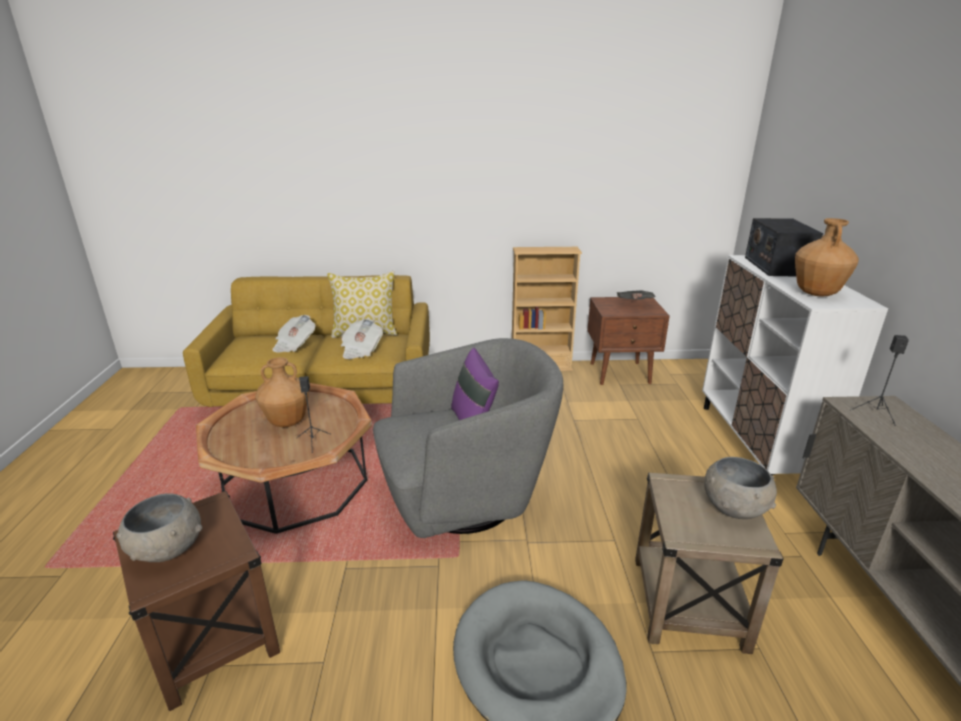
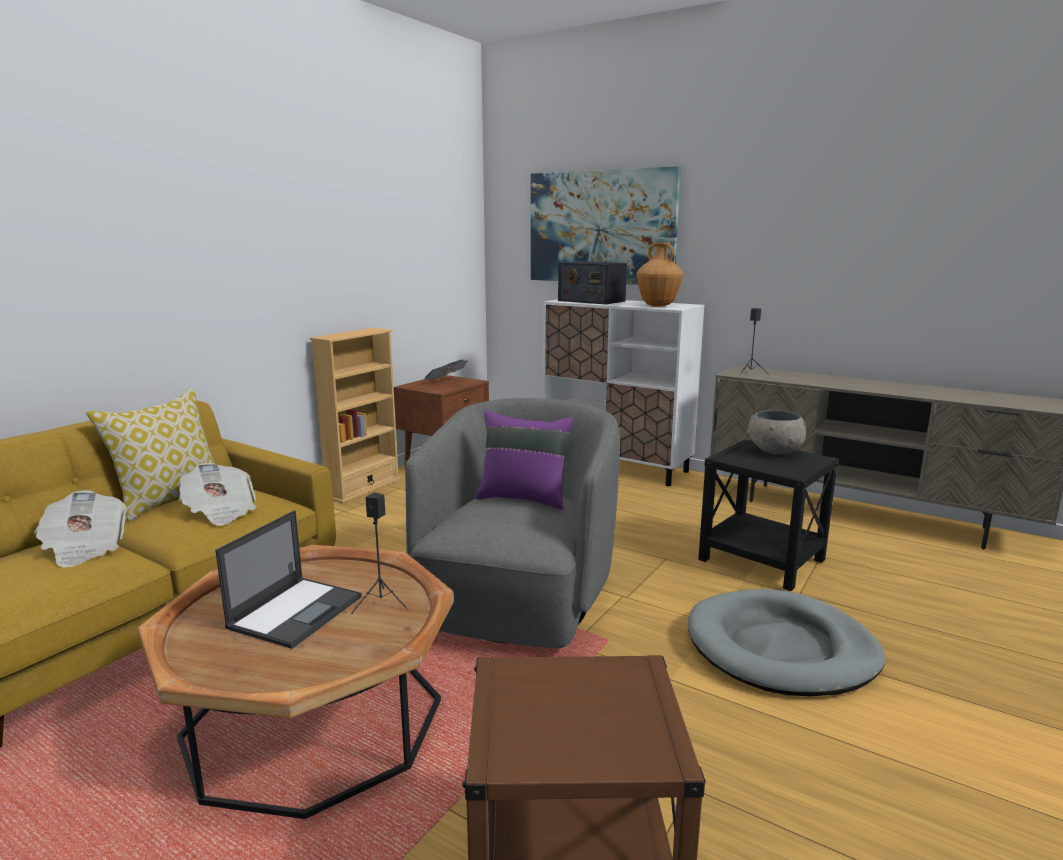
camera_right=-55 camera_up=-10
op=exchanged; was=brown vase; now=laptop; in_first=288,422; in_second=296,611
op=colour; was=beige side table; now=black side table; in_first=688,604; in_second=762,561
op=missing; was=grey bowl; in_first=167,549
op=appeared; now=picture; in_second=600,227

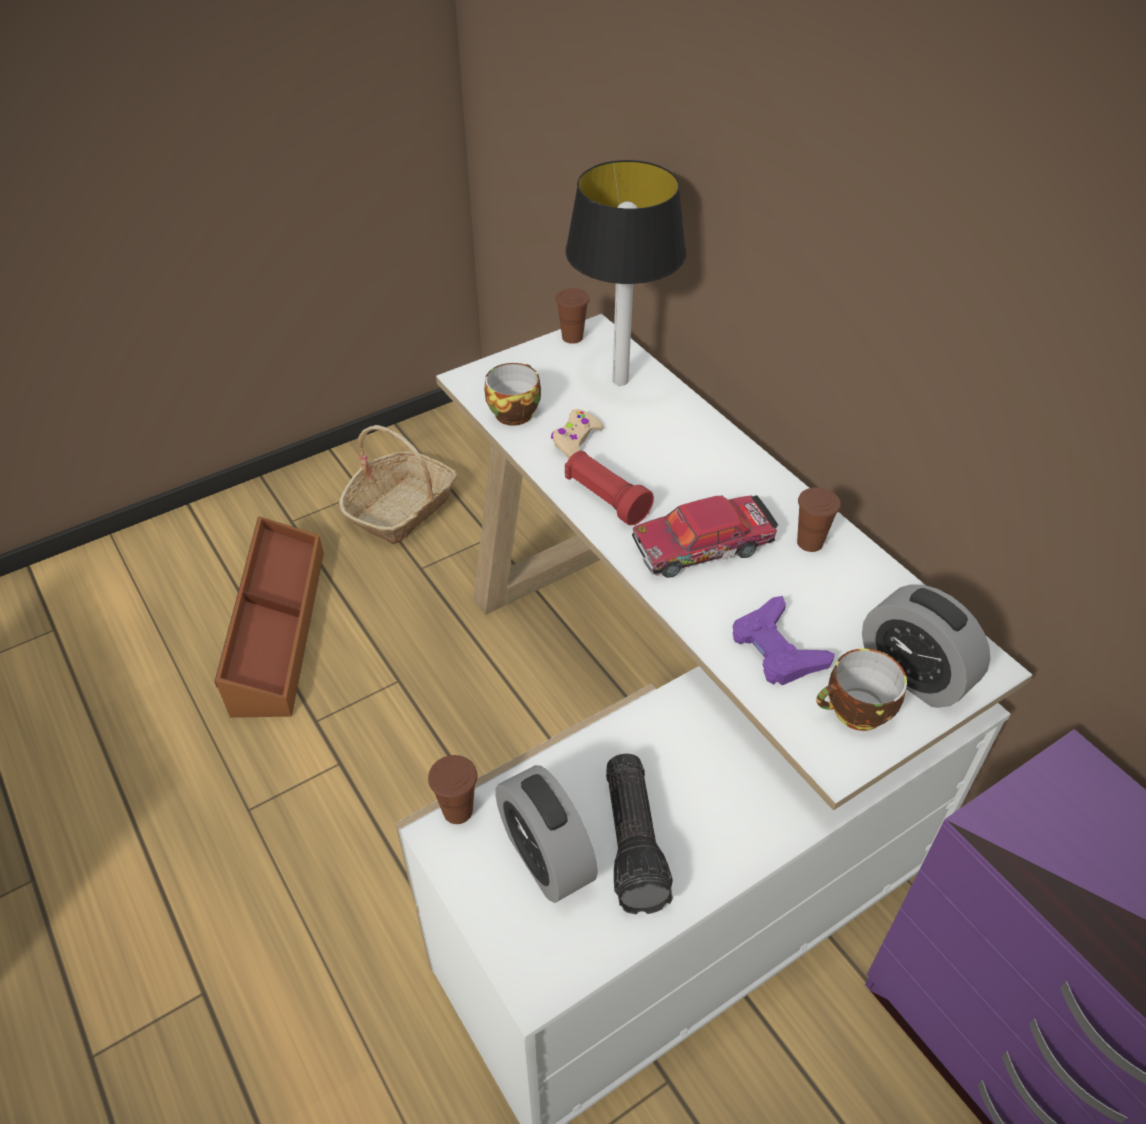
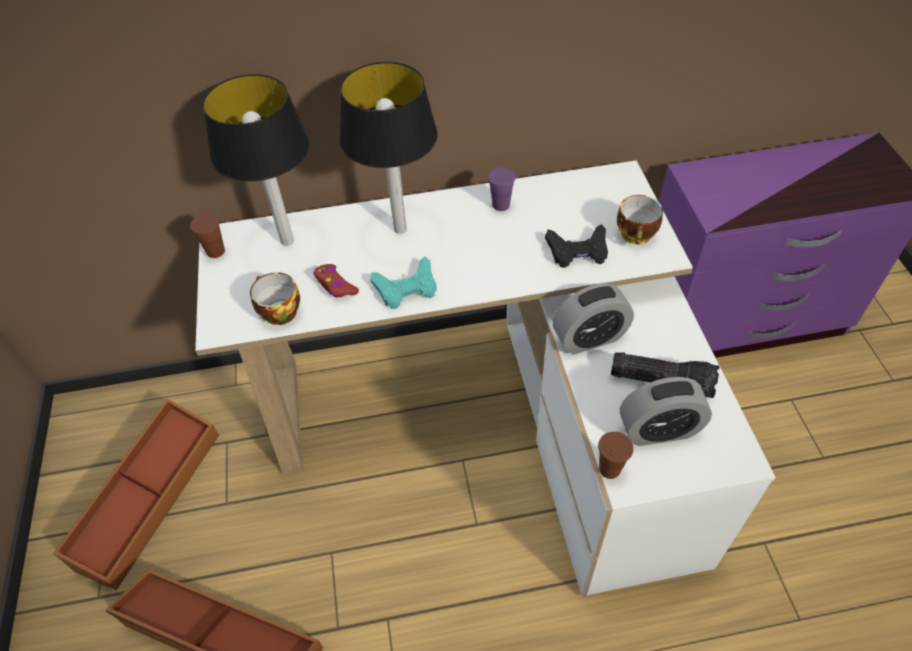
camera_right=-65 camera_up=5
op=colour; was=beige game controller; now=red game controller; in_first=576,440; in_second=335,285
op=exchanged; was=basket; now=brown storage box; in_first=402,508; in_second=149,498
op=exchanged; was=red flashlight; now=turquoise game controller; in_first=606,499; in_second=406,288
op=colour; was=brown cup; now=purple cup; in_first=809,542; in_second=501,205
op=missing; was=toy car; in_first=703,546
op=relocated; was=alarm clock; in_first=913,674; in_second=589,338
op=colour; was=purple game controller; now=black game controller; in_first=777,649; in_second=578,251
op=appeared; now=table lamp; in_second=401,228

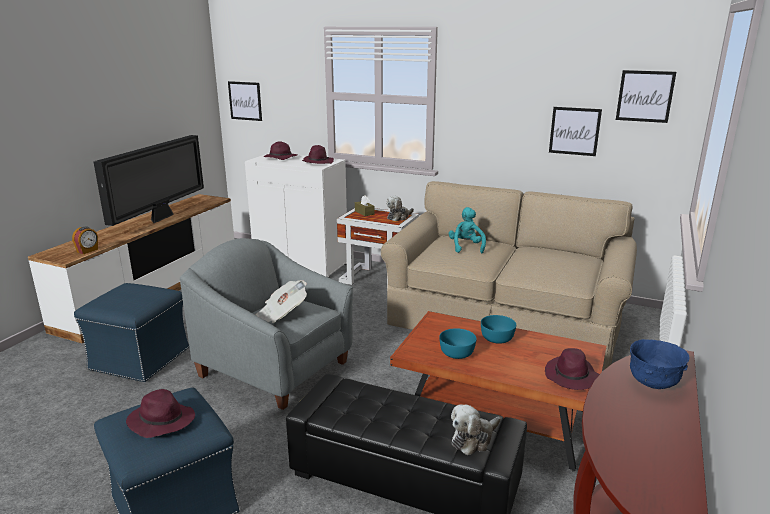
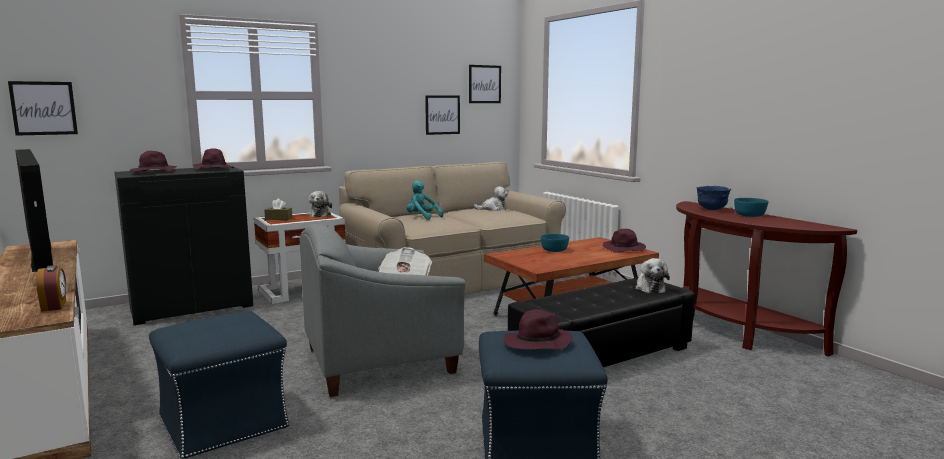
camera_right=-55 camera_up=-10
op=colour; was=white cabinet; now=black cabinet; in_first=302,264; in_second=192,307
op=relocated; was=turquoise bowl; in_first=457,352; in_second=749,215
op=appeared; now=plush toy; in_second=493,209

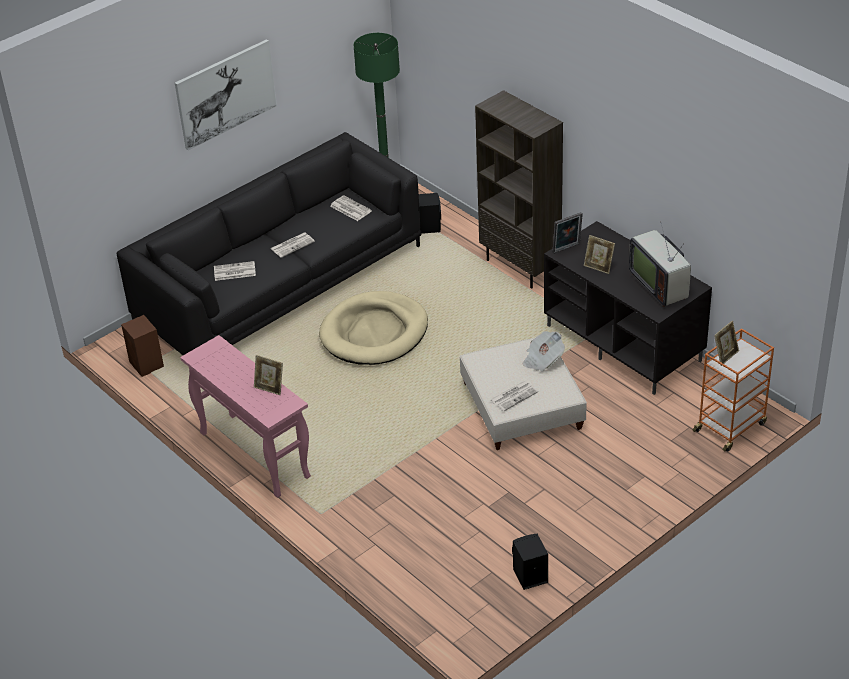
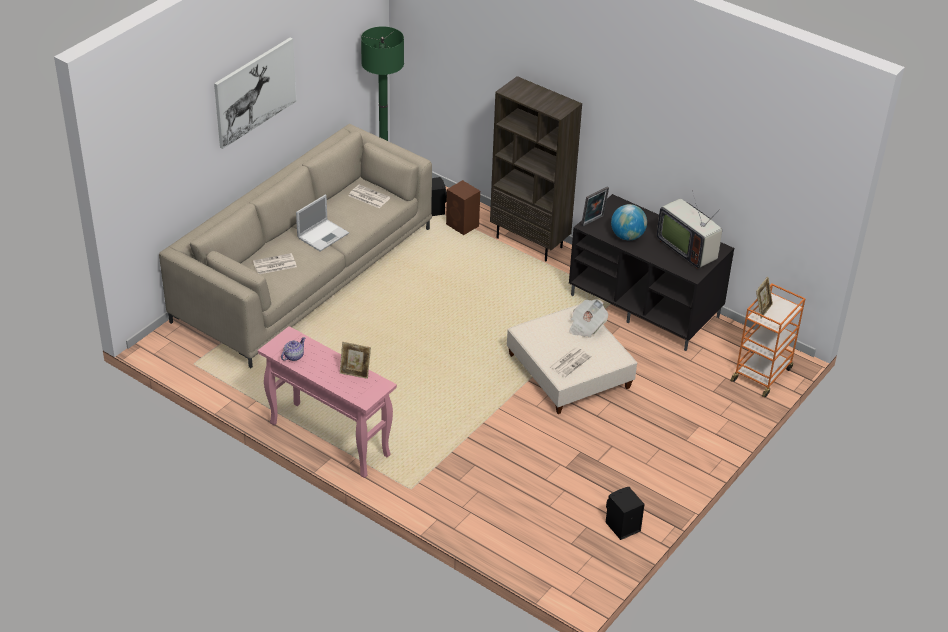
camera_right=-15 camera_up=0
op=colour; was=black sofa; now=beige sofa; in_first=280,284; in_second=305,274
op=exchanged; was=newspaper; now=laptop; in_first=292,245; in_second=323,235
op=exchanged; was=picture frame; now=globe; in_first=598,267; in_second=627,236
op=missing; was=beige dog bed; in_first=374,333
op=relocated; was=brown speaker; in_first=147,365; in_second=463,225
op=appeared; now=teapot; in_second=293,356

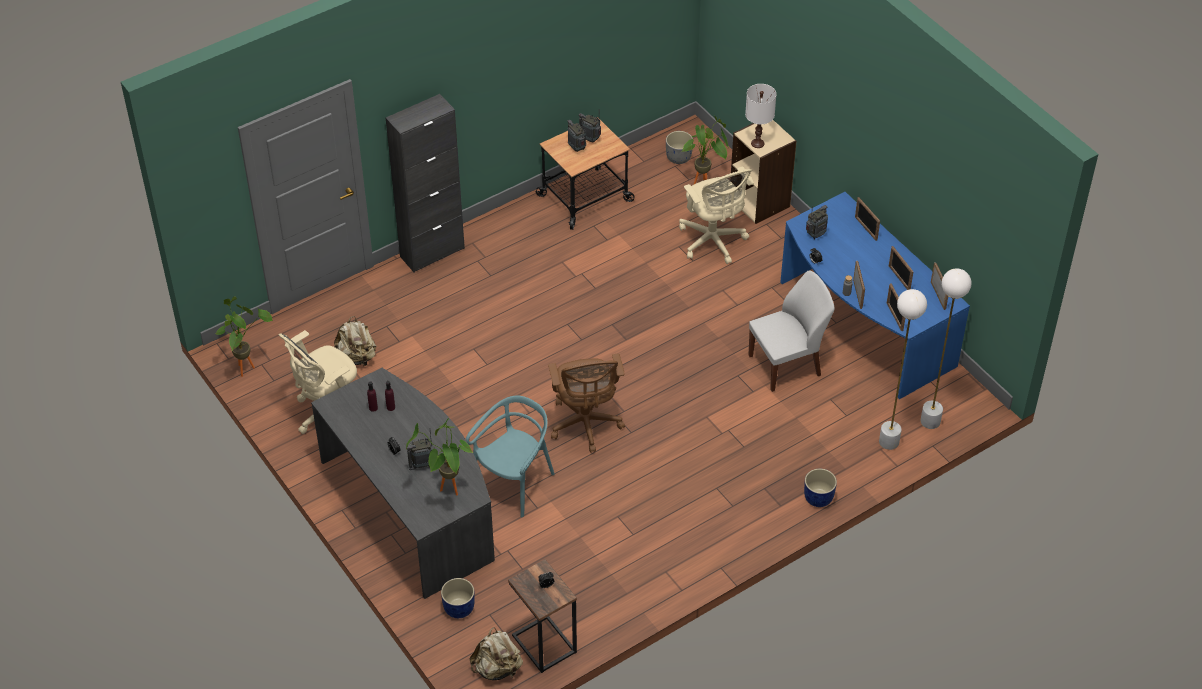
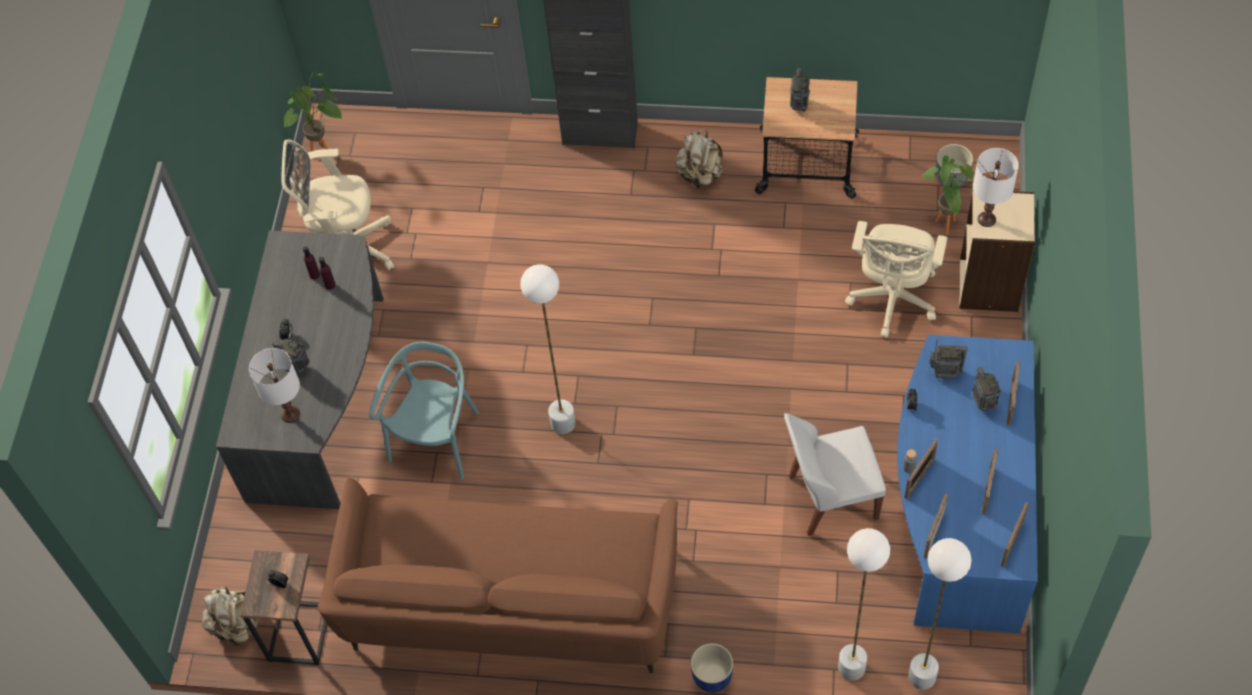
camera_right=45 camera_up=10
op=relocated; was=radio; in_first=590,139; in_second=983,403
op=spun; was=white chair; in_first=786,365; in_second=830,498; clockwise=150
op=relocated; was=beige backpack; in_first=357,357; in_second=700,175
op=exchanged; was=brown office chair; now=white floor lamp; in_first=586,425; in_second=562,423
op=spun; was=turquoise chair; in_first=514,483; in_second=437,439; clockwise=-60
op=exchanged; was=potted plant; now=white table lamp; in_first=447,492; in_second=290,414
op=missing; was=blue planter; in_first=458,608
op=appeared; now=brown sofa; in_second=510,604

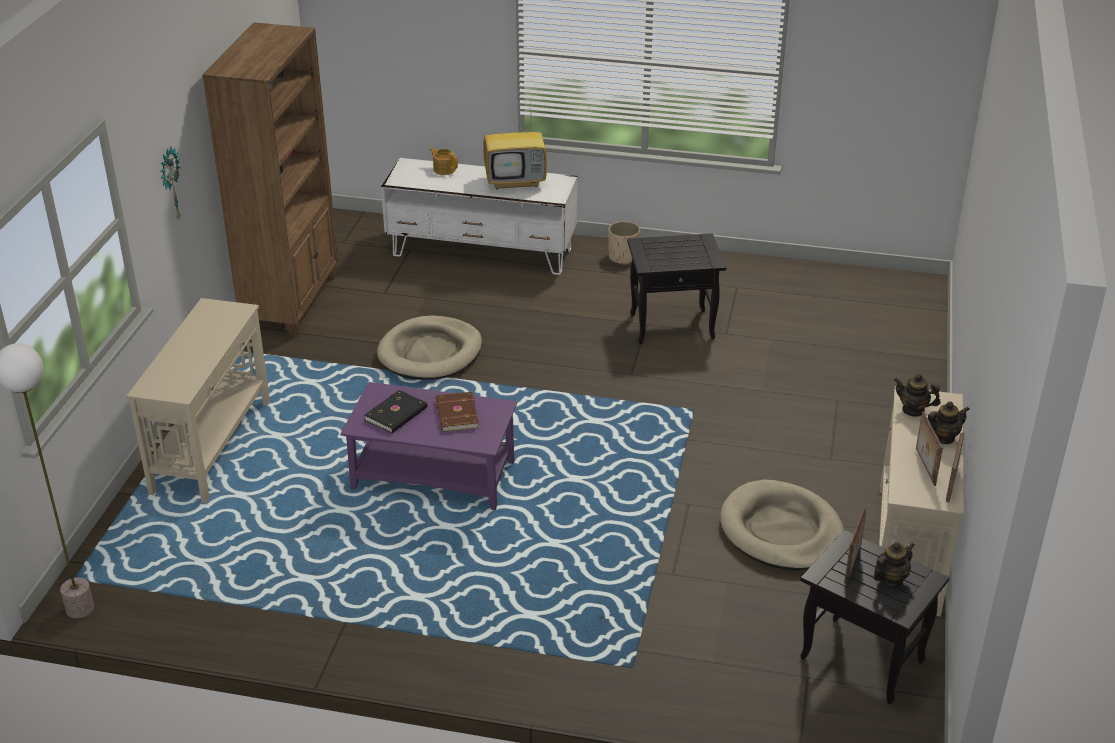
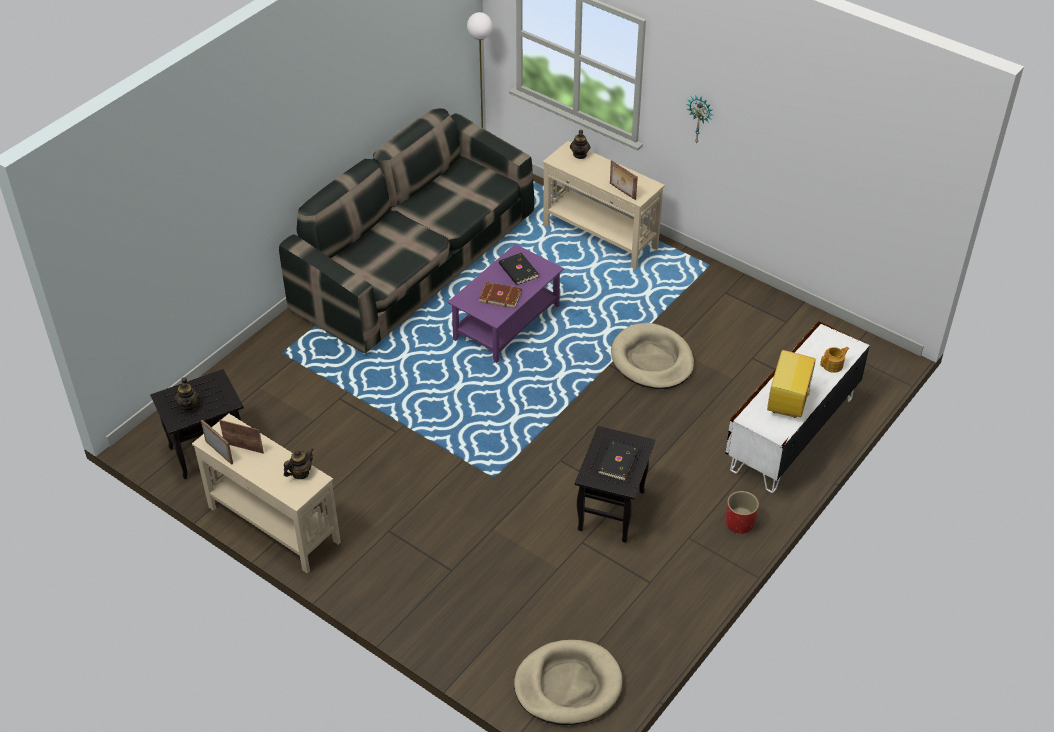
camera_right=115 camera_up=10
op=missing; was=brown bookcase; in_first=292,301
op=colour; was=beige planter; now=red planter; in_first=623,257; in_second=739,523
op=relocated; was=teapot; in_first=943,438; in_second=580,154
op=relocated; was=beige dog bed; in_first=781,531; in_second=568,685
op=relocated; was=picture frame; in_first=853,563; in_second=622,192
op=appeared; now=sofa; in_second=415,262
op=appeared; now=black book; in_second=616,462

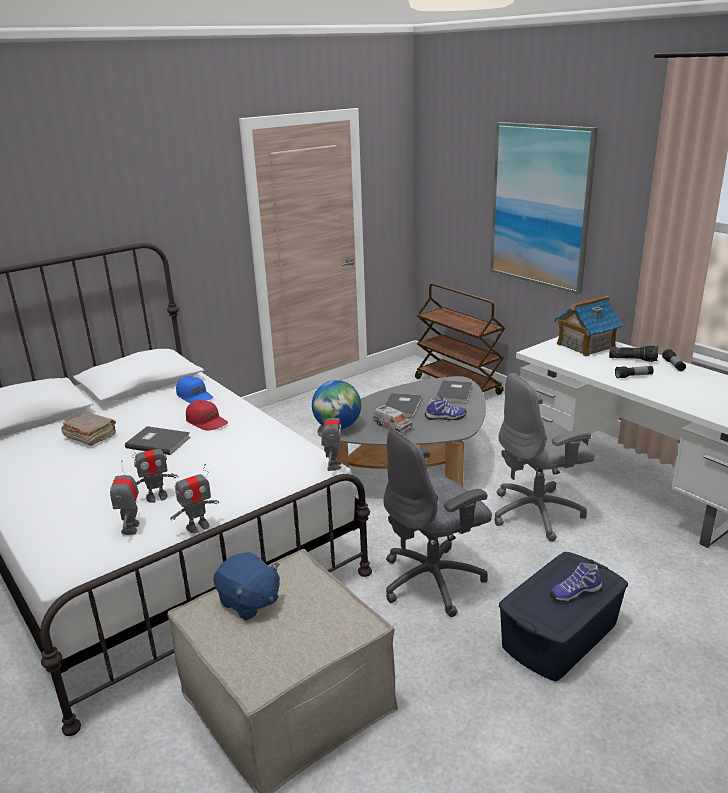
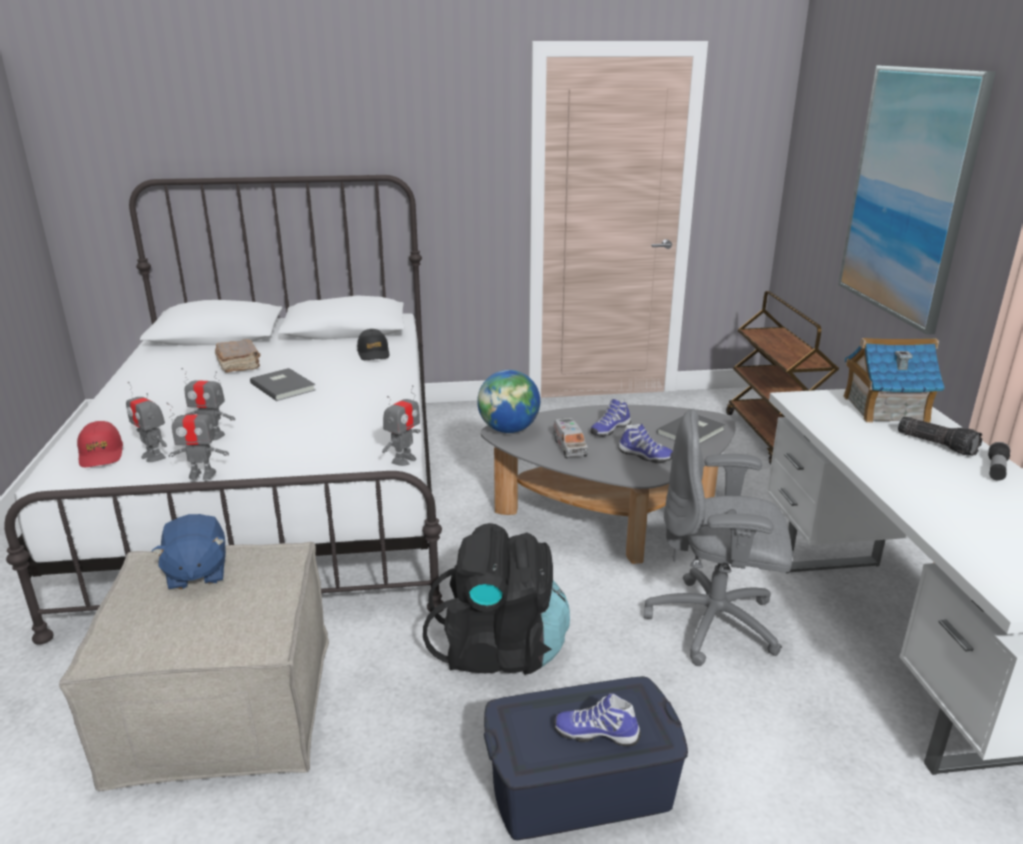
camera_right=30 camera_up=0
op=missing; was=flashlight; in_first=633,376
op=colour; was=blue cap; now=black cap; in_first=195,396; in_second=373,353
op=exchanged; was=grey book; now=shoe; in_first=403,406; in_second=609,429
op=relocated; was=red cap; in_first=207,421; in_second=101,454
op=exchanged; was=grey office chair; now=black backpack; in_first=434,581; in_second=500,650
op=spun; was=toy robot; in_first=131,528; in_second=154,456; clockwise=-75

